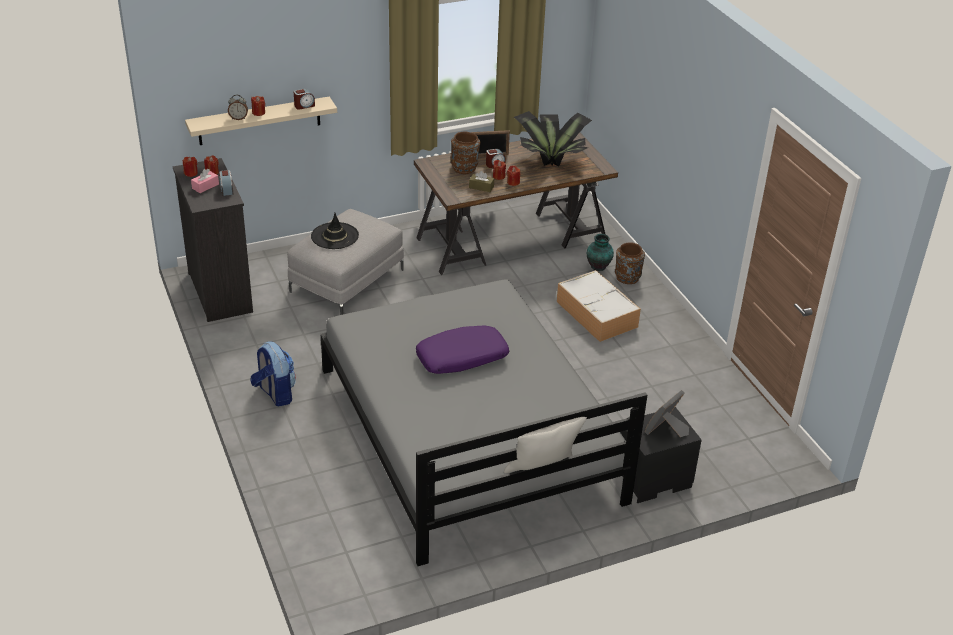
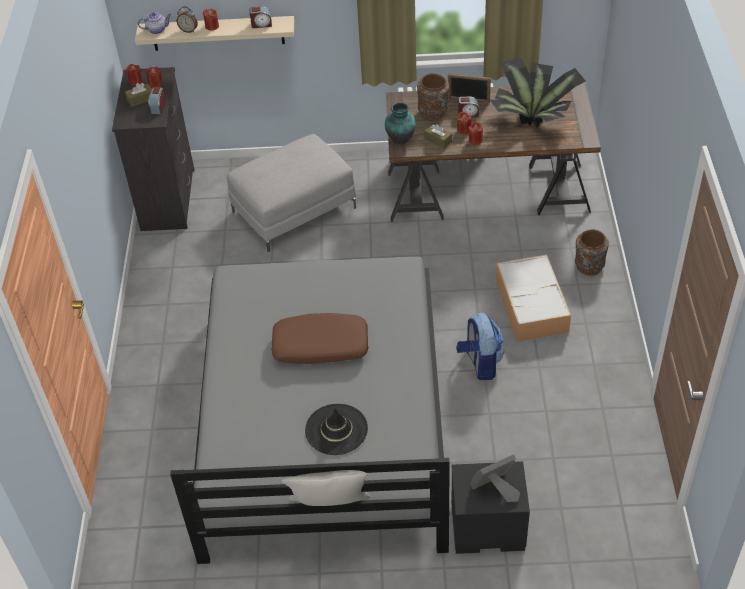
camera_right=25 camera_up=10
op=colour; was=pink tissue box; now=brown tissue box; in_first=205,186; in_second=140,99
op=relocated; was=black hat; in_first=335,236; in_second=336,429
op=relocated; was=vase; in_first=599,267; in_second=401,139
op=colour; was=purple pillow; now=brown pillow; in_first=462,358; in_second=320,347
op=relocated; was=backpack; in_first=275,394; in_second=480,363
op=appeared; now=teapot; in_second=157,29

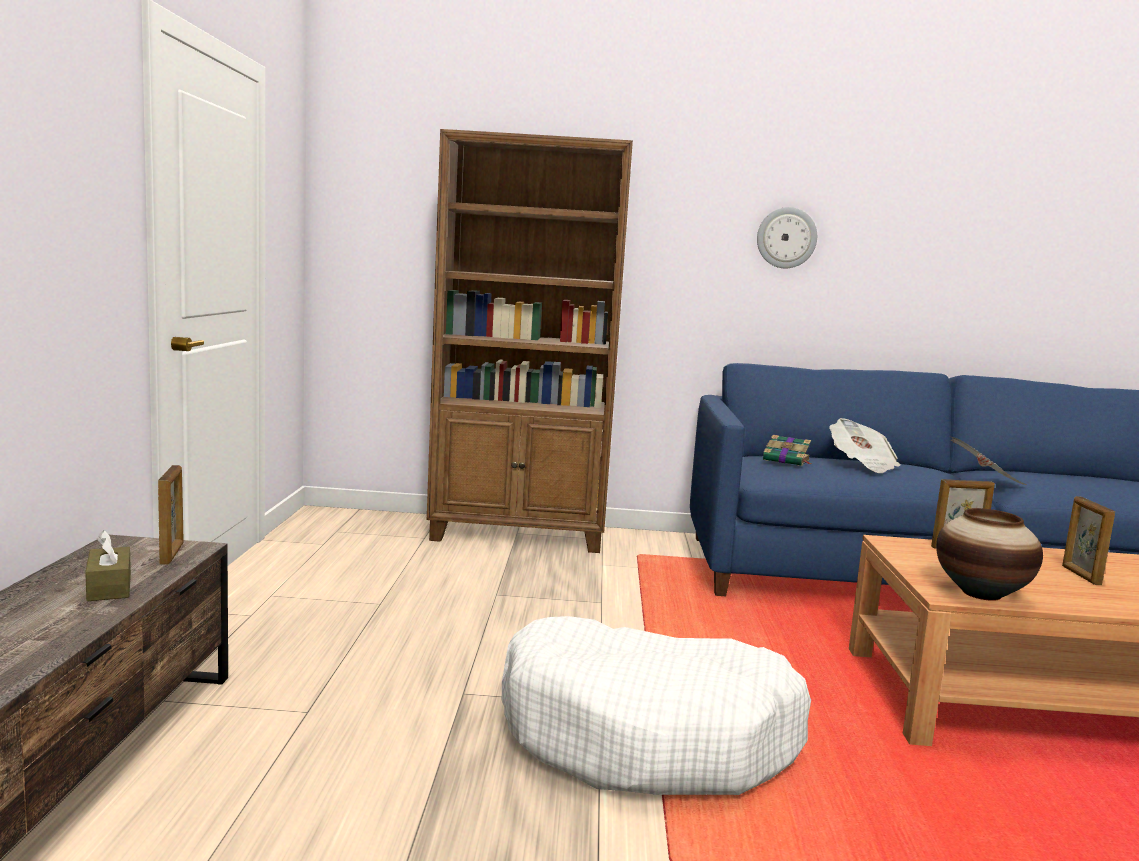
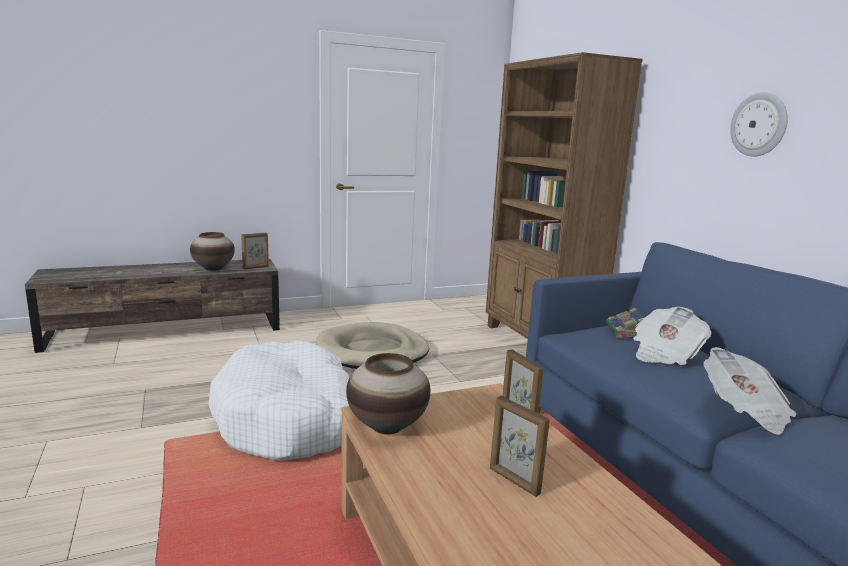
camera_right=65 camera_up=5
op=spun; was=picture frame; in_first=1080,575; in_second=513,481; clockwise=-105
op=exchanged; was=brown tissue box; now=vase; in_first=109,587; in_second=213,269
op=appeared; now=beige dog bed; in_second=372,351

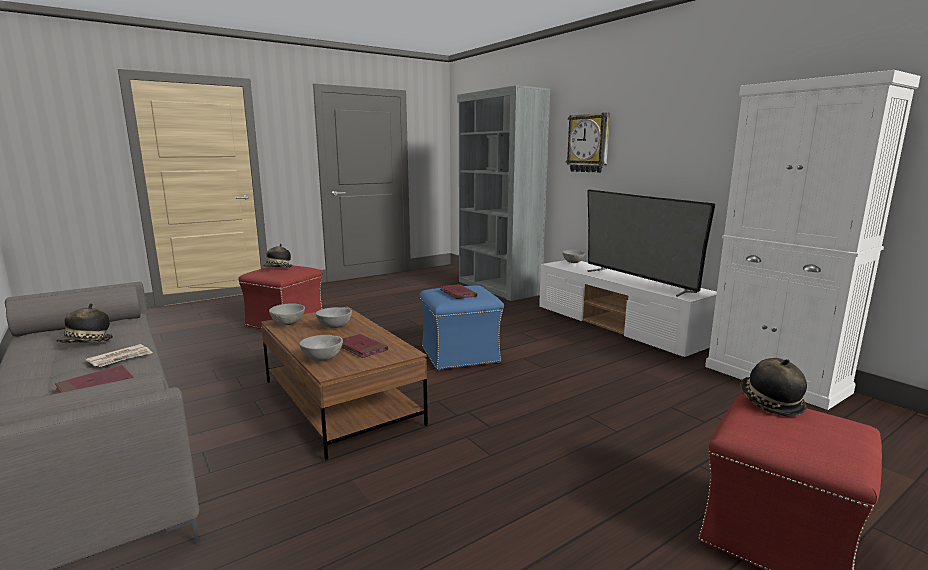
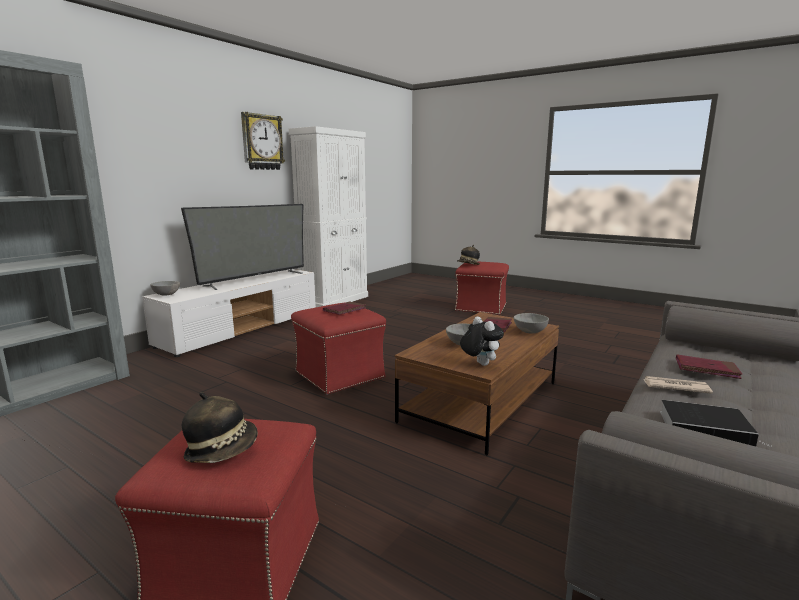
camera_right=-110 camera_up=0
op=relocated; was=wall clock; in_first=589,143; in_second=262,142
op=colour; was=blue ottoman; now=red ottoman; in_first=461,354; in_second=339,375
op=exchanged; was=hat; now=book; in_first=87,343; in_second=707,427
op=exchanged; was=grey bowl; now=plush toy; in_first=289,323; in_second=479,364

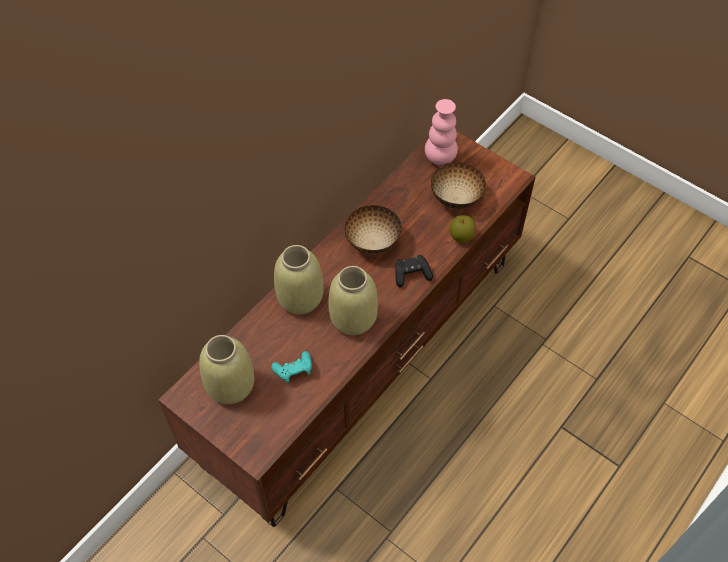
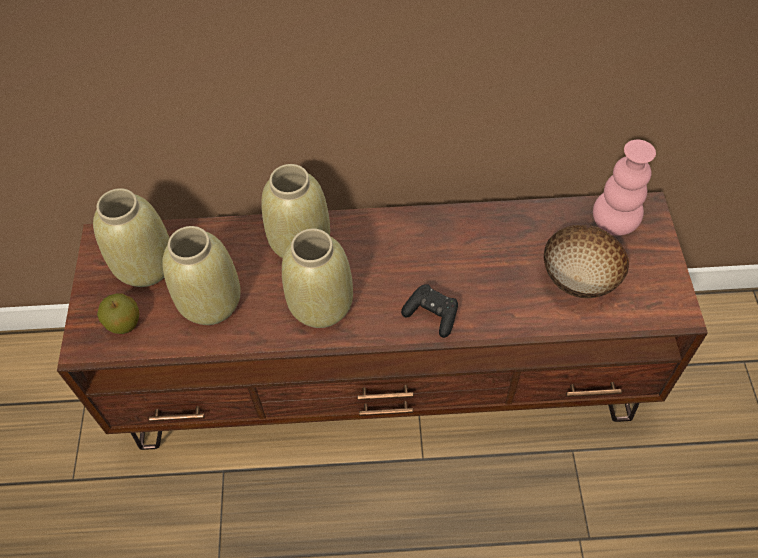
camera_right=50 camera_up=0
op=missing; was=bowl; in_first=372,241
op=relocated; was=apple; in_first=461,236; in_second=124,323
op=exchanged; was=turquoise game controller; now=beige vase; in_first=294,371; in_second=210,303

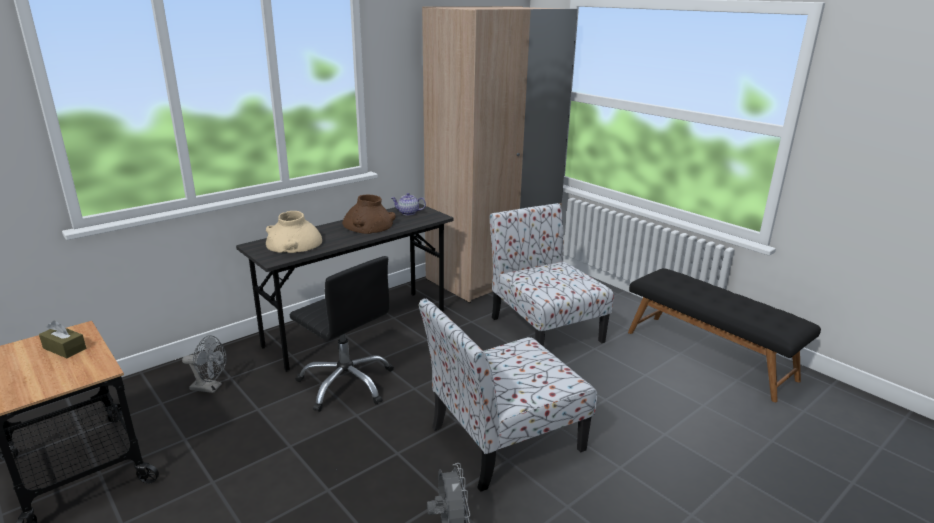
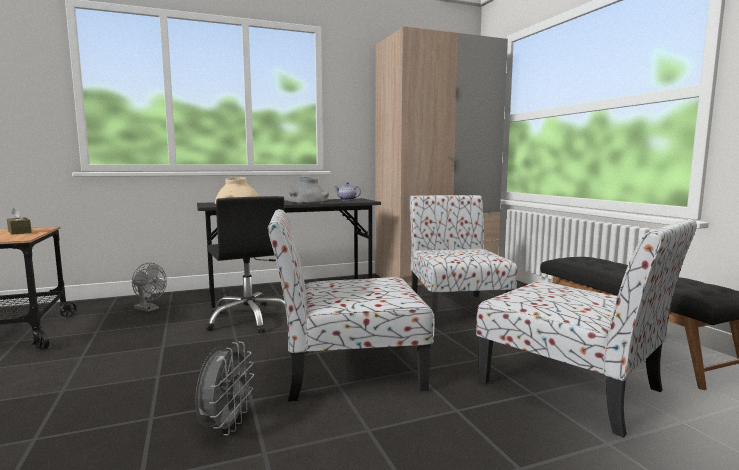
camera_right=20 camera_up=-15
op=colour; was=brown vase; now=grey vase; in_first=368,225; in_second=307,201
op=appeared; now=chair; in_second=573,387

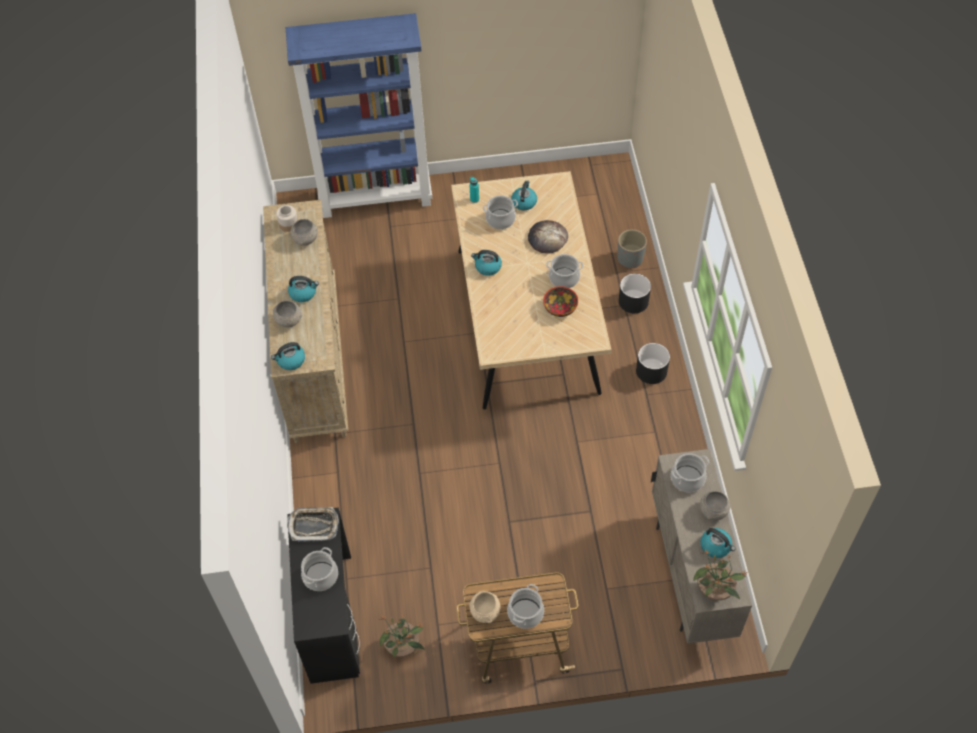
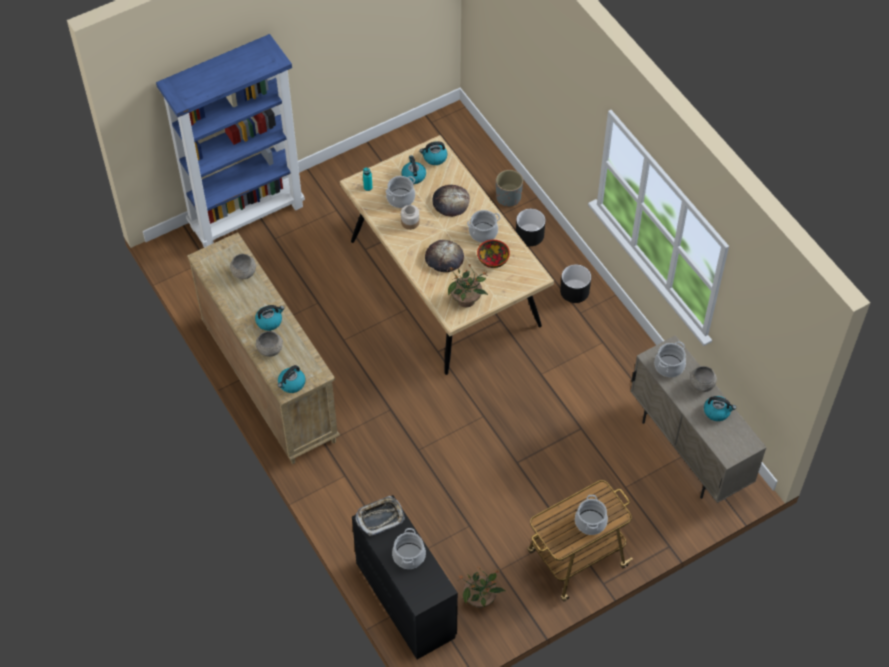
camera_right=-25 camera_up=0
op=relocated; was=jar; in_first=289,224; in_second=410,222
op=relocated; was=kettle; in_first=487,267; in_second=434,158
op=relocated; was=potted plant; in_first=714,590; in_second=466,300
op=missing; was=beige bowl; in_first=485,611
op=appeared; now=bread; in_second=444,258

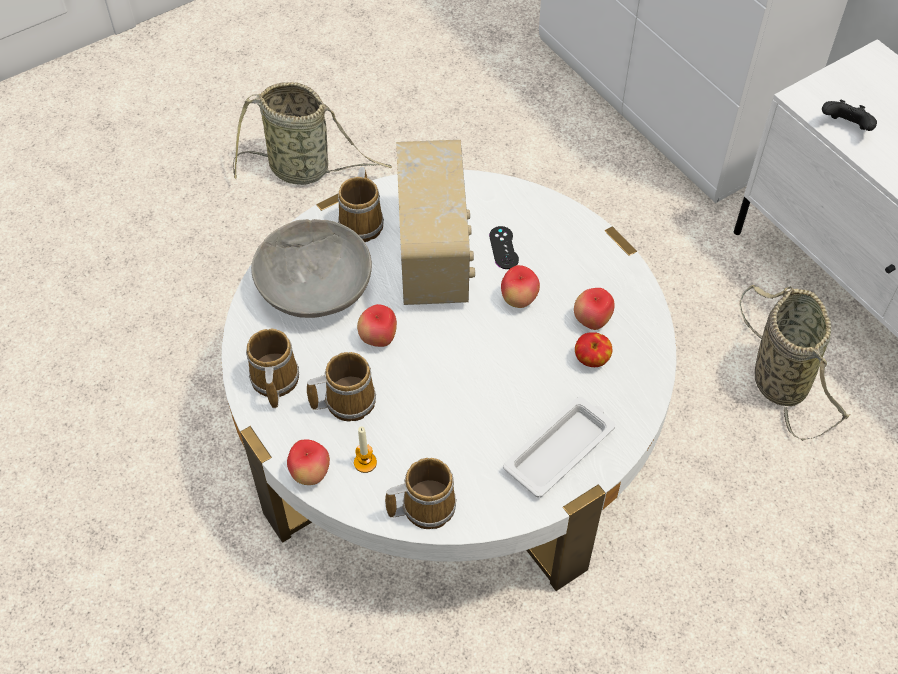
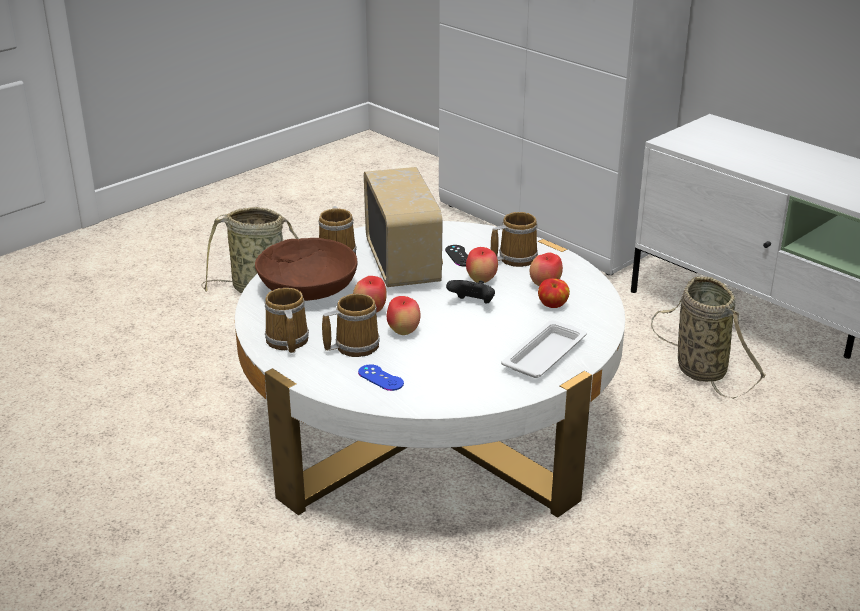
camera_right=-10 camera_up=-25
op=relocated; was=black game controller; in_first=845,127; in_second=472,304
op=colour; was=grey bowl; now=brown bowl; in_first=314,288; in_second=307,289
op=exchanged; was=candle; now=blue game controller; in_first=365,462; in_second=380,378
op=relocated; was=apple; in_first=310,474; in_second=404,332
op=relocated; was=mug; in_first=424,505; in_second=514,258

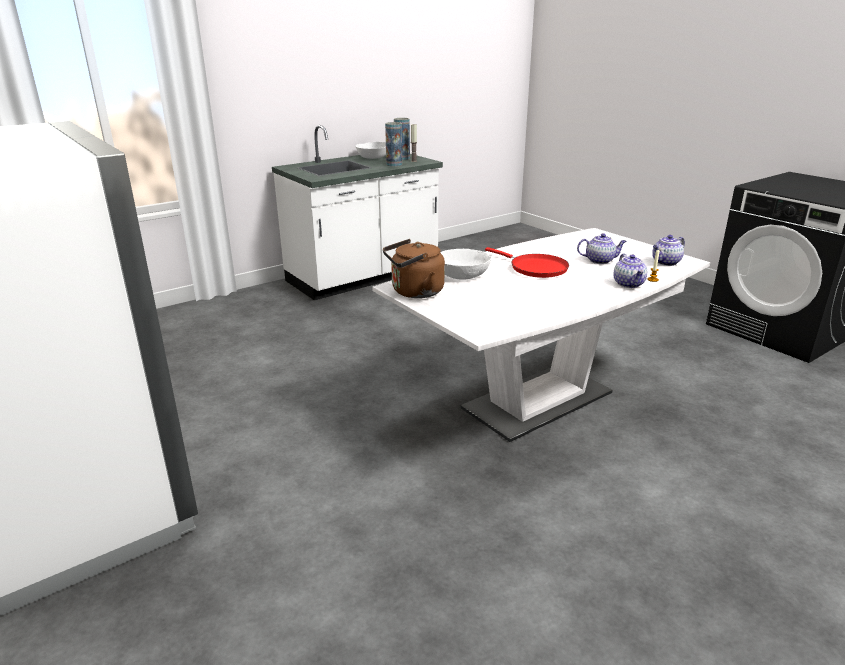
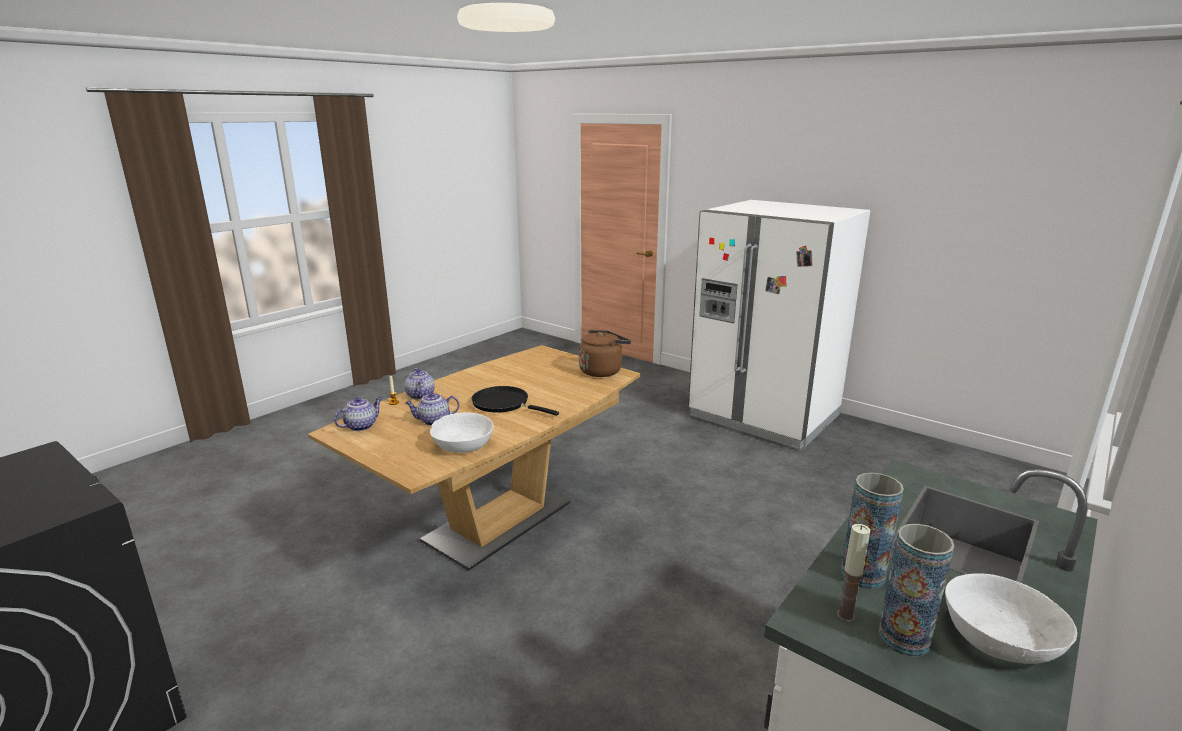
camera_right=165 camera_up=-5
op=colour; was=white dining table; now=brown dining table; in_first=537,401; in_second=498,522
op=colour; was=red frying pan; now=black frying pan; in_first=535,268; in_second=504,404
op=relocated; was=white bowl; in_first=462,274; in_second=463,445

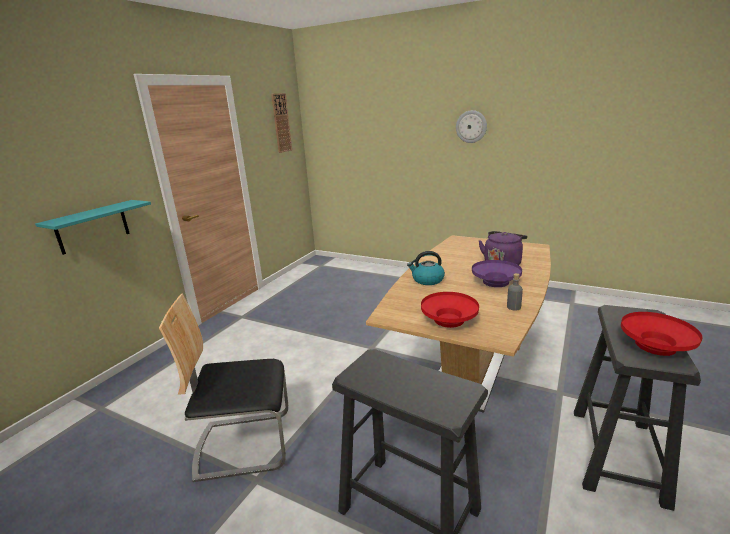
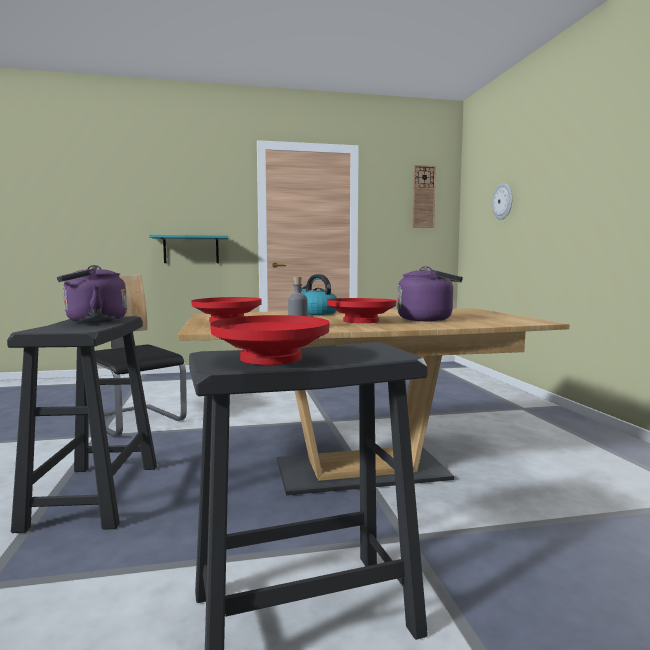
camera_right=50 camera_up=-15
op=relocated; was=wall clock; in_first=471,126; in_second=503,201
op=colour; was=purple bowl; now=red bowl; in_first=495,282; in_second=361,321
op=appeared; now=purple kettle; in_second=92,321

